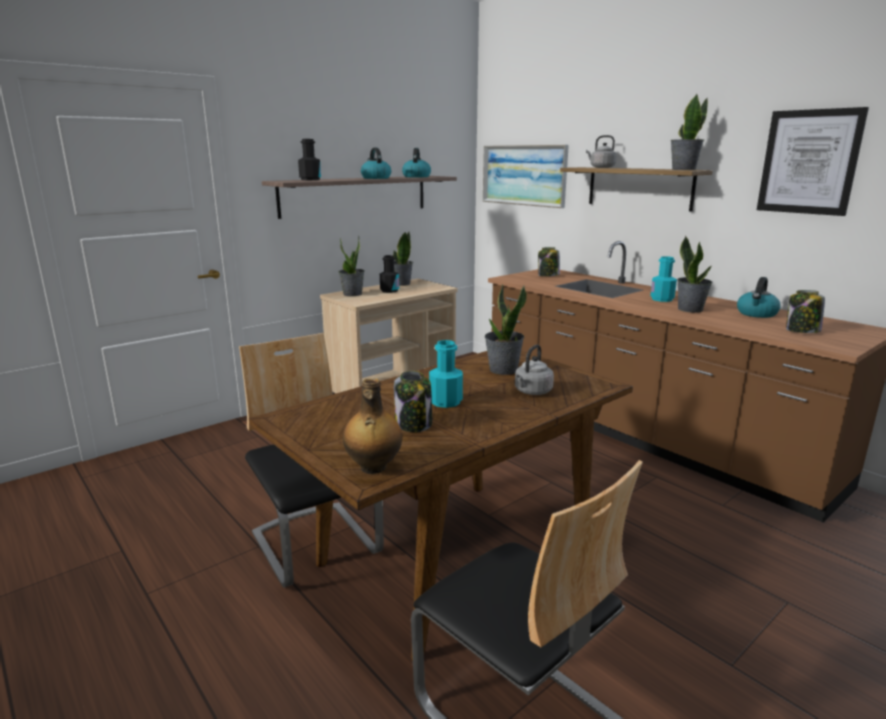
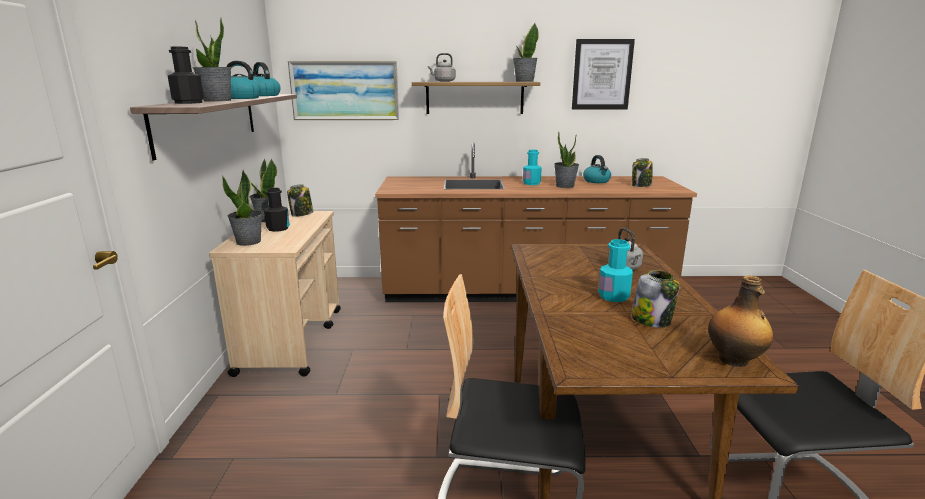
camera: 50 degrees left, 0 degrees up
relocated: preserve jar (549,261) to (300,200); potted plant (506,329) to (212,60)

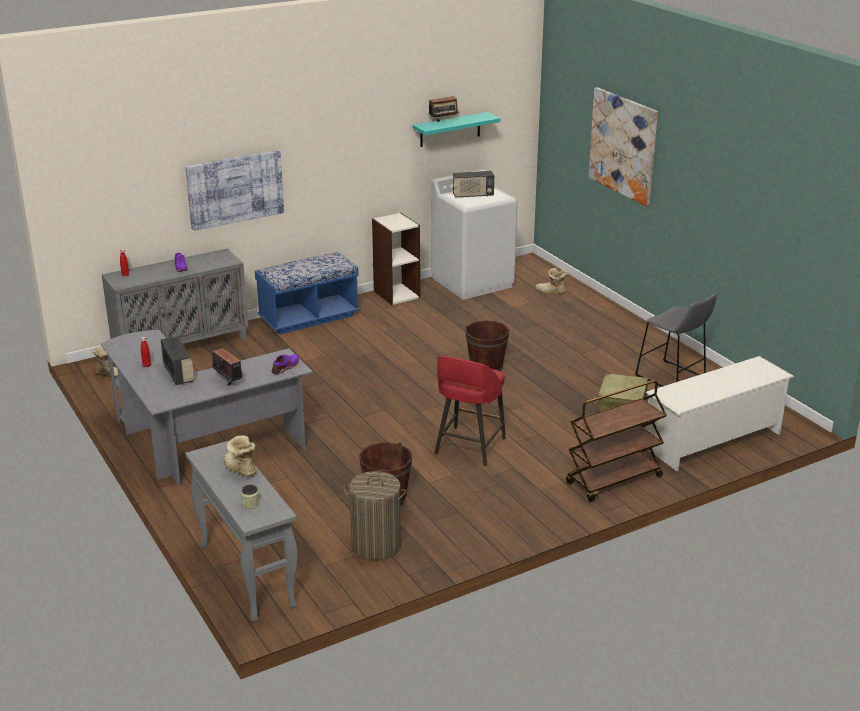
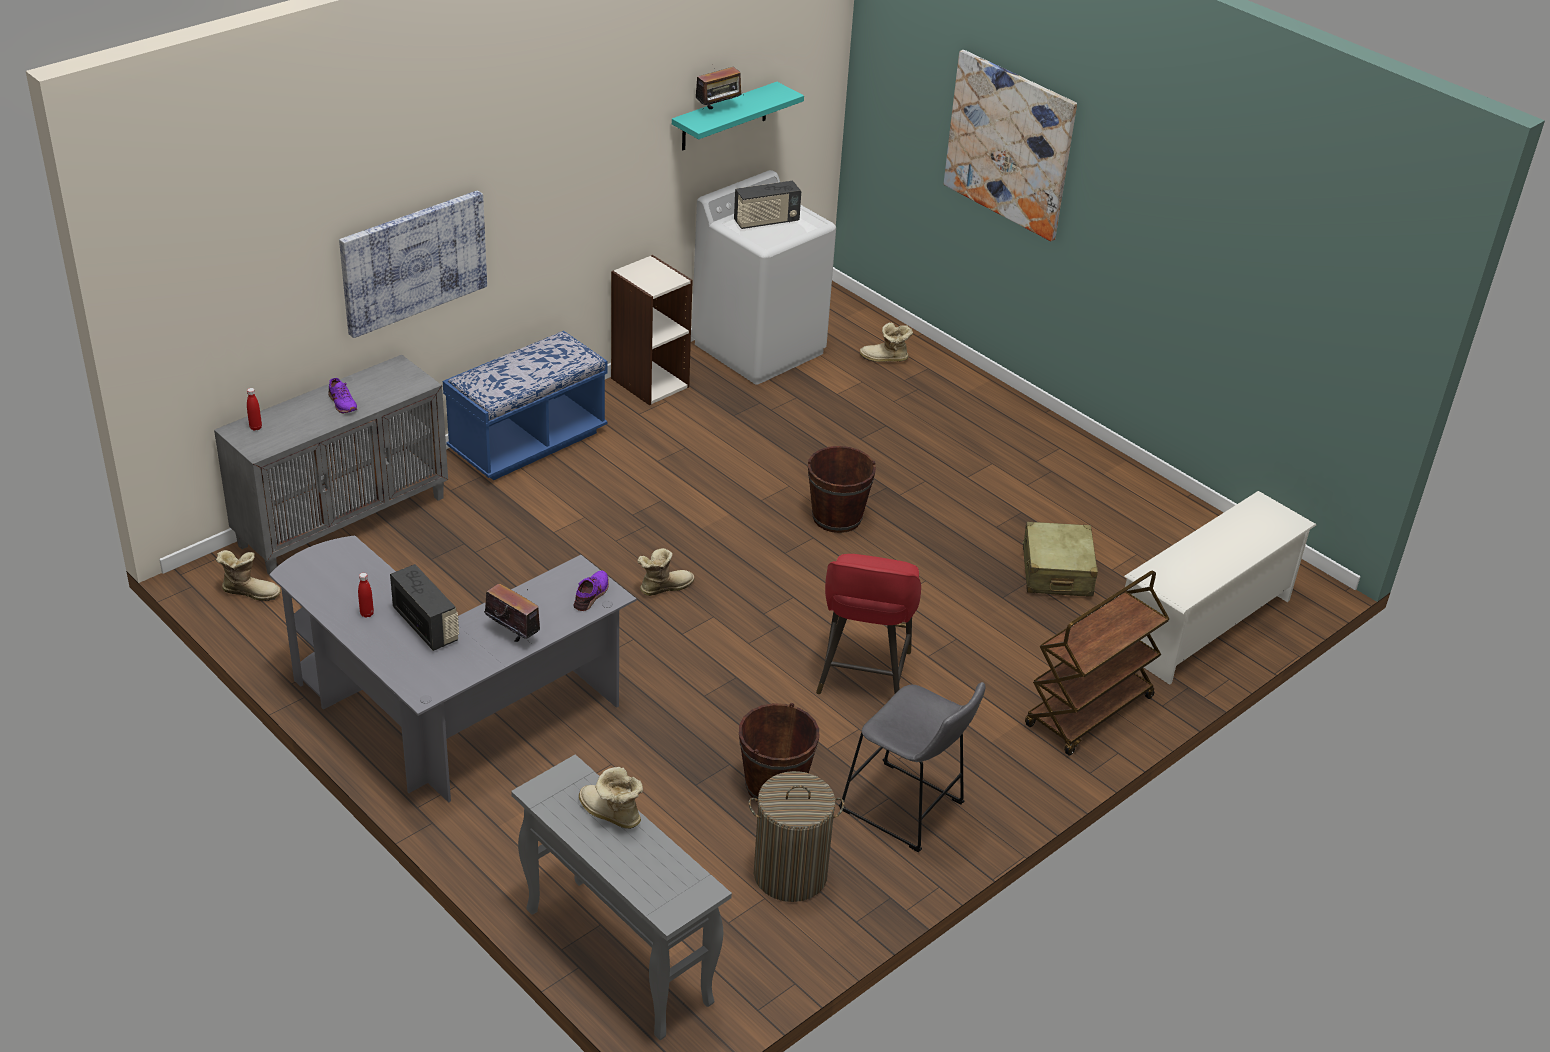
camera: 15 degrees left, 10 degrees up
missing: preserve jar (250,496)
appeared: tall boot (666,572)
relocated: gray stool seat (676,340) to (912,767)

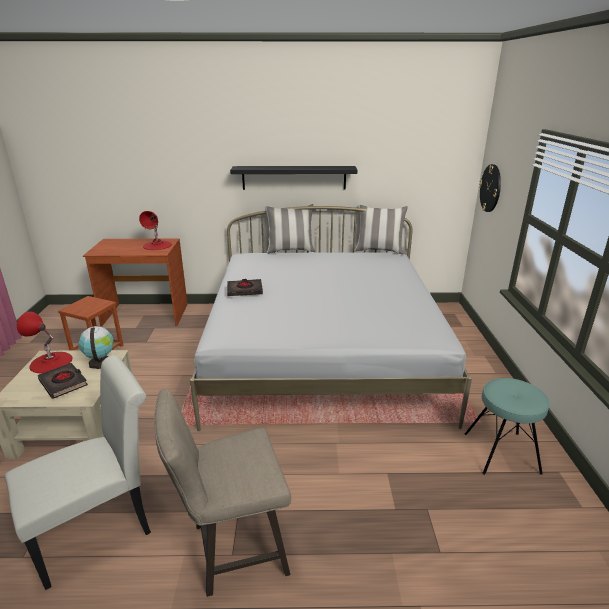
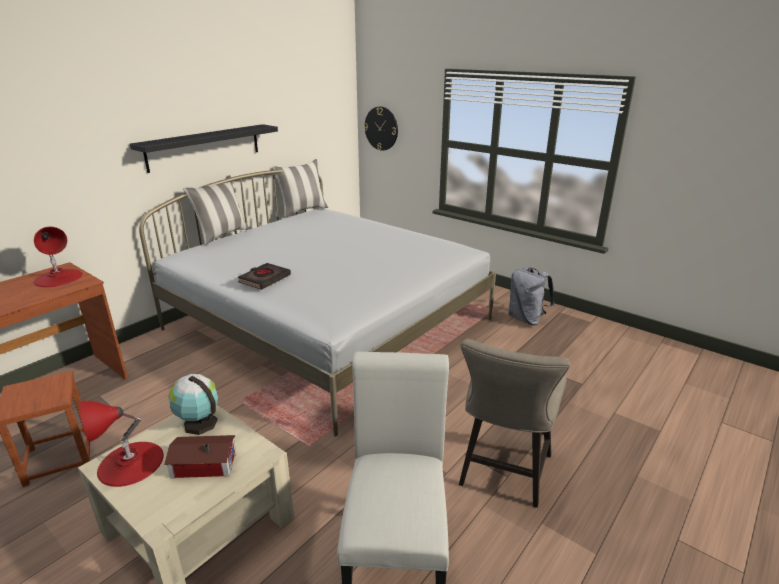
camera: 50 degrees left, 0 degrees up
exchanged: black-coloured bound book (63,381) to toy house (200,456); turquoise-coloured stool seat (507,426) to gray backpack (531,296)

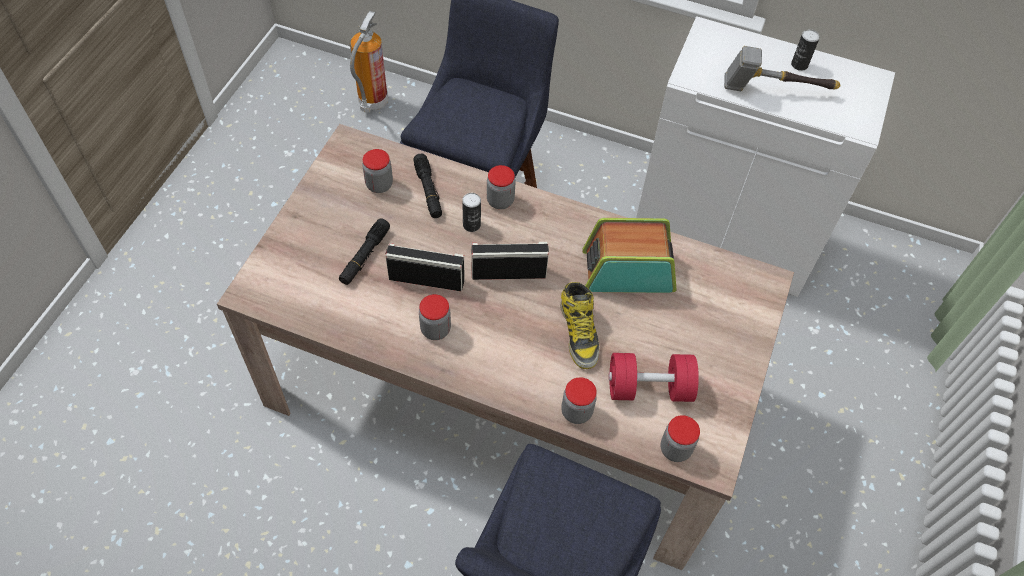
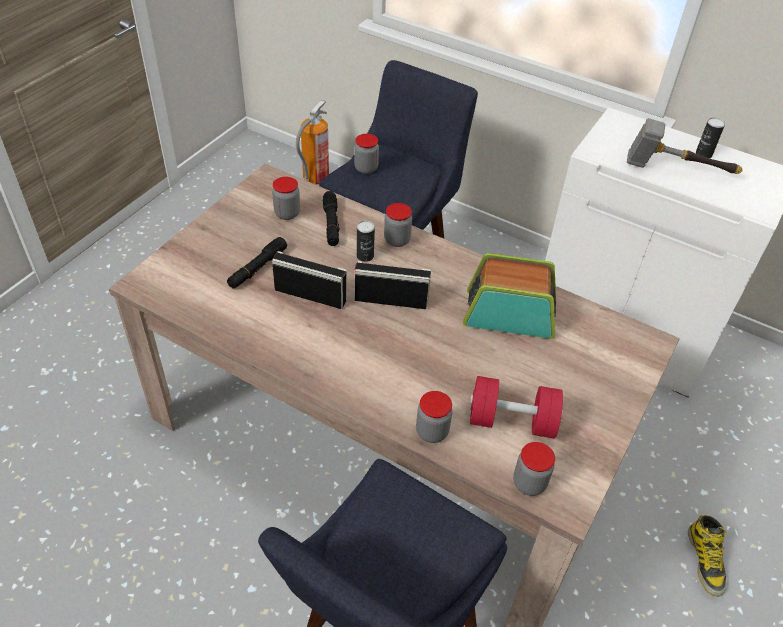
camera: 10 degrees right, 10 degrees down
relocated: tall boot (579,325) to (707,555); preserve jar (435,317) to (366,154)

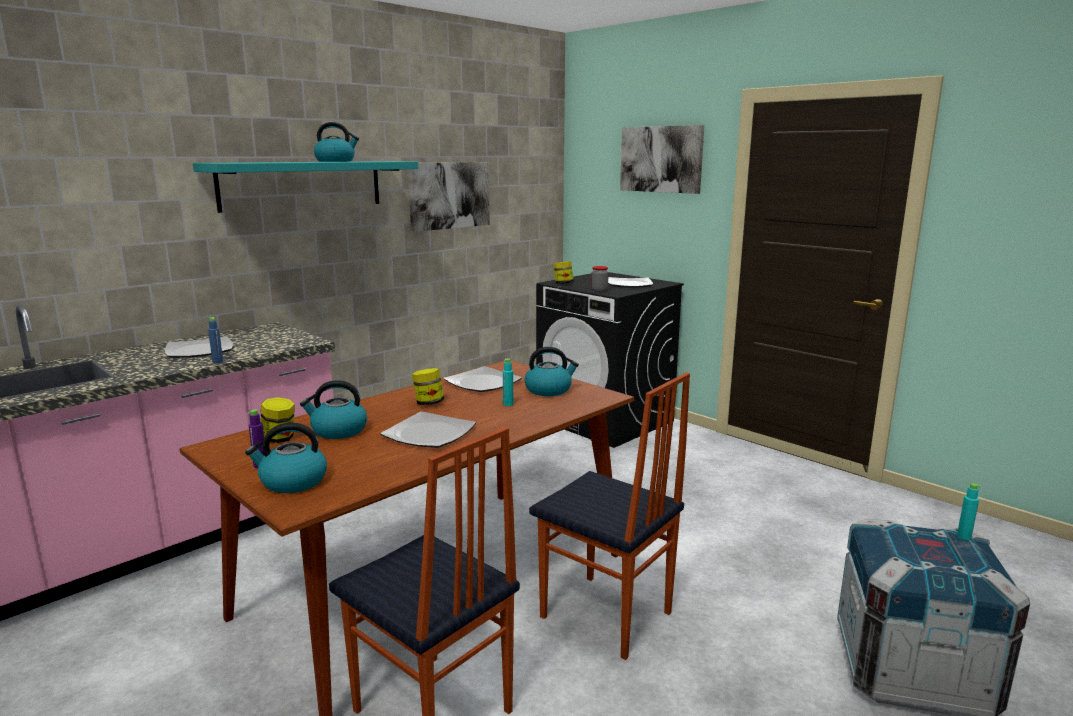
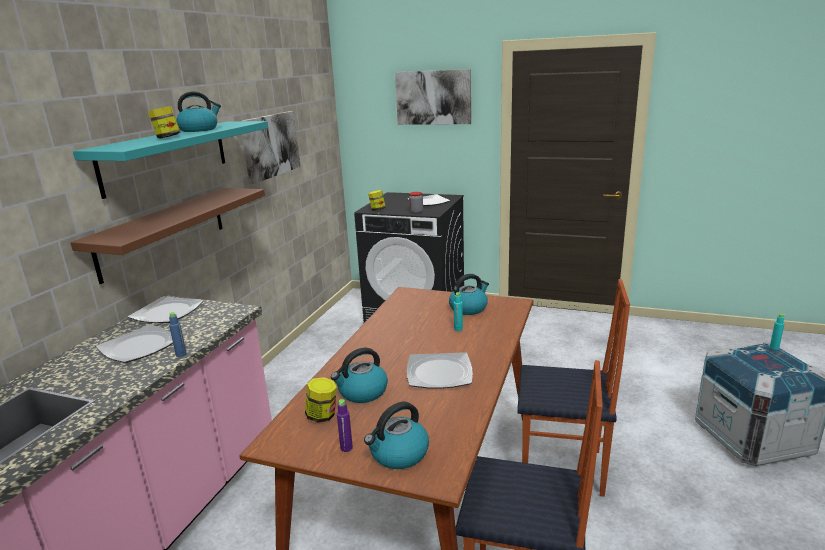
camera: 25 degrees left, 5 degrees up
appeared: brownish bracket shelf (167,236)
relocated: plate (482,379) to (165,309); preserve jar (428,386) to (164,122)

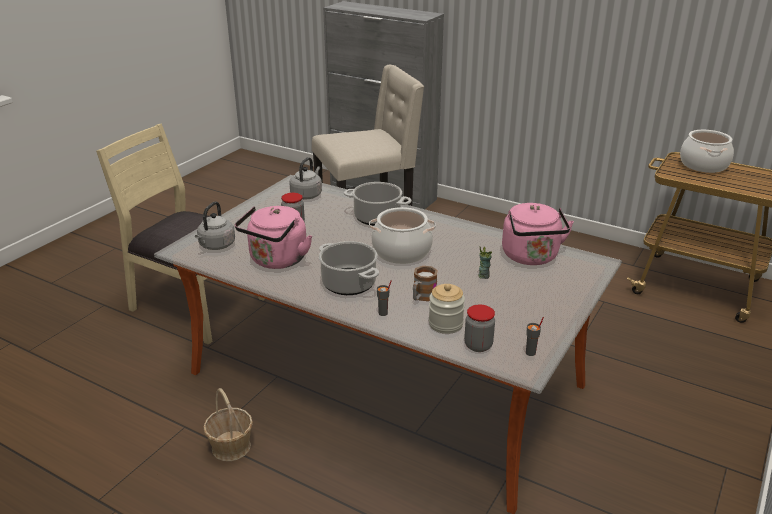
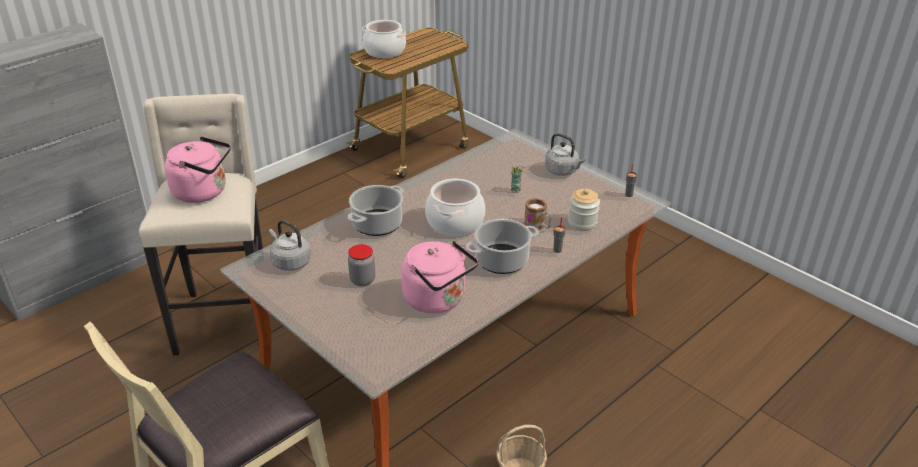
camera: 75 degrees left, 5 degrees up
missing: preserve jar (479,328)
relocated: gray water kettle (215,225) to (565,154); pinkish water kettle (538,234) to (198,169)

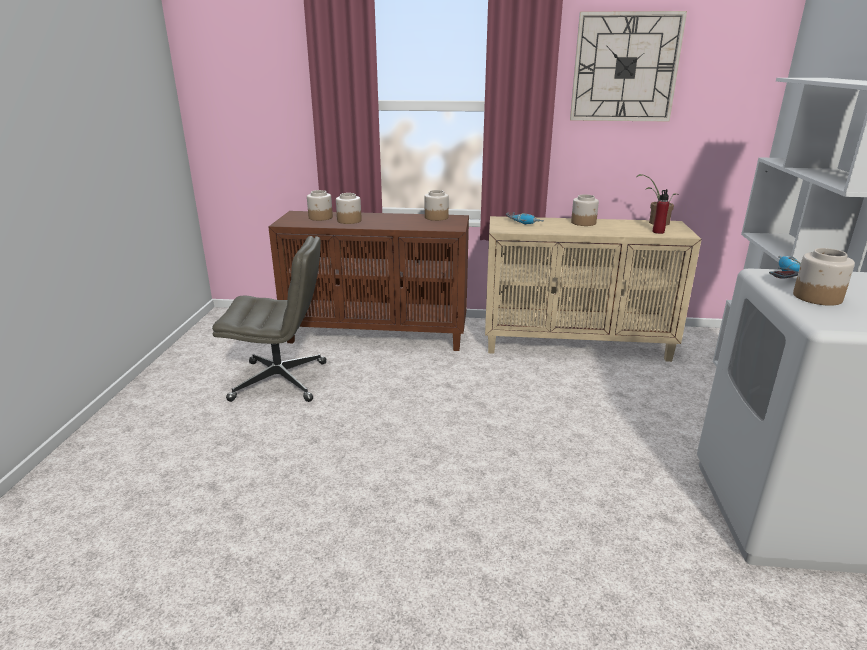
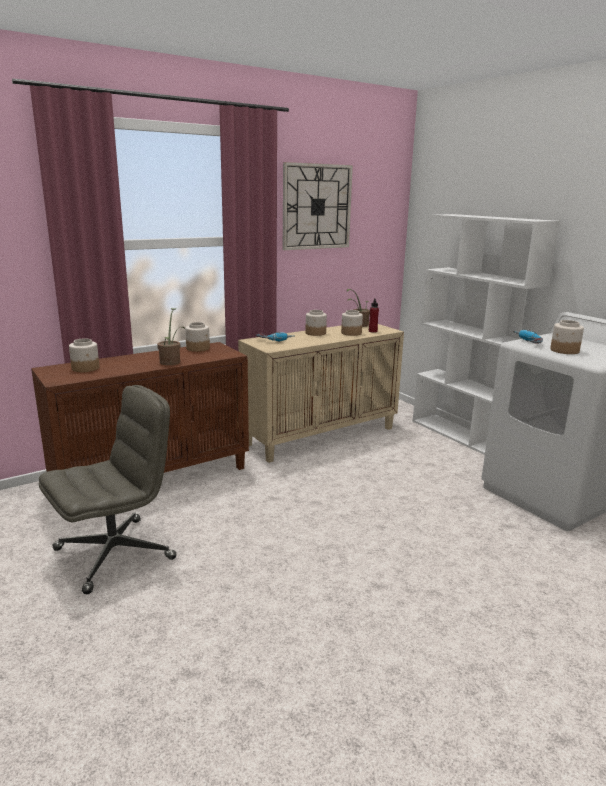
camera: 40 degrees left, 5 degrees down
appeared: potted plant (171,336)
relocated: preserve jar (349,208) to (352,323)

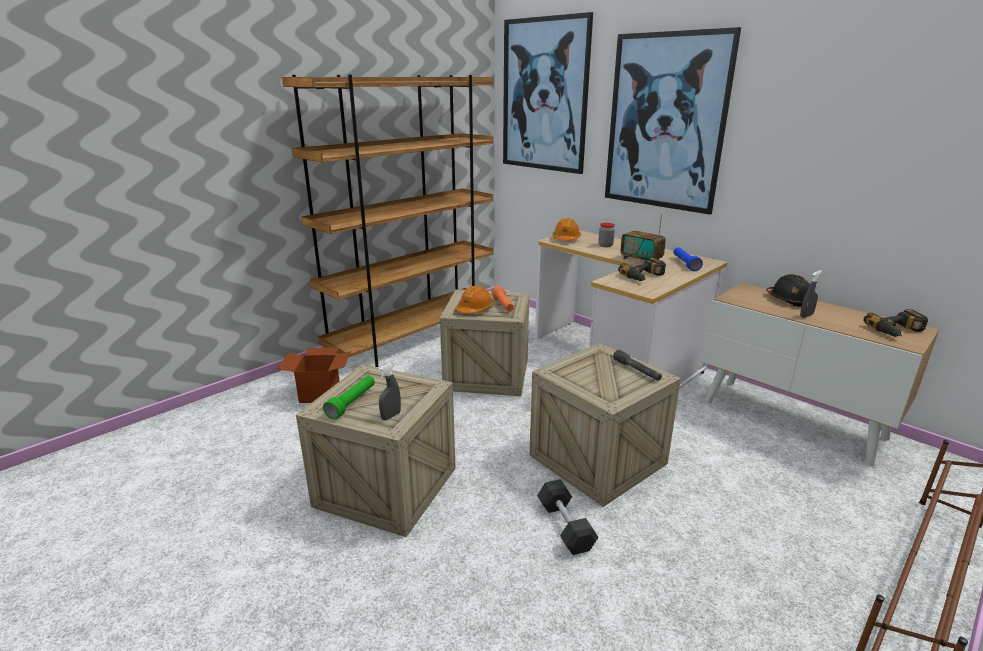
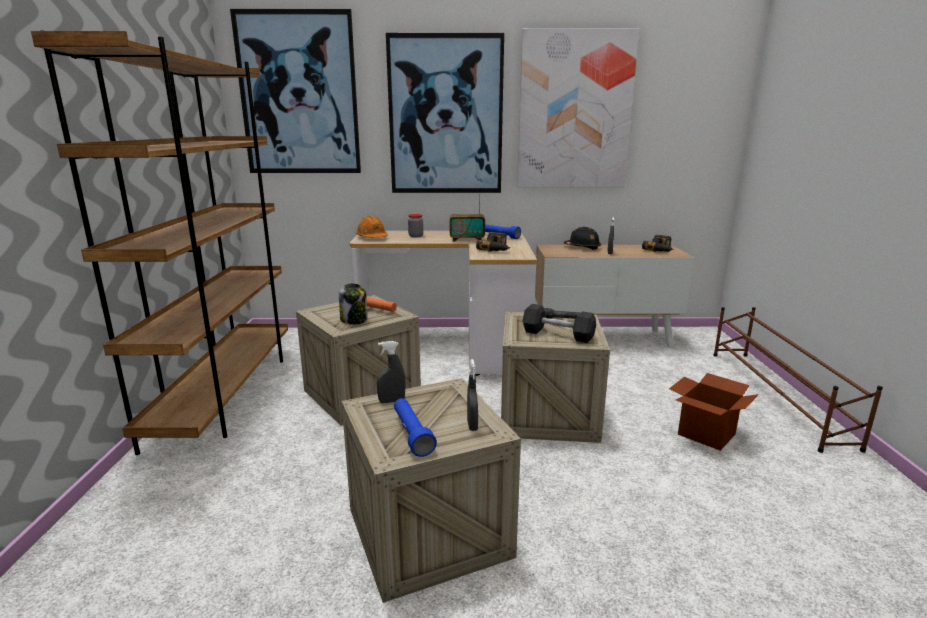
camera: 45 degrees left, 5 degrees down
appeared: picture (578,107); gray sprayer (391,372)
relocated: packing box (314,375) to (714,412); black-coloured dumbbell (568,517) to (559,323)
exchanged: orange hard hat (474,300) to preserve jar (353,304)
colour: greenish hand torch (349,398) to blue-coloured hand torch (415,427)

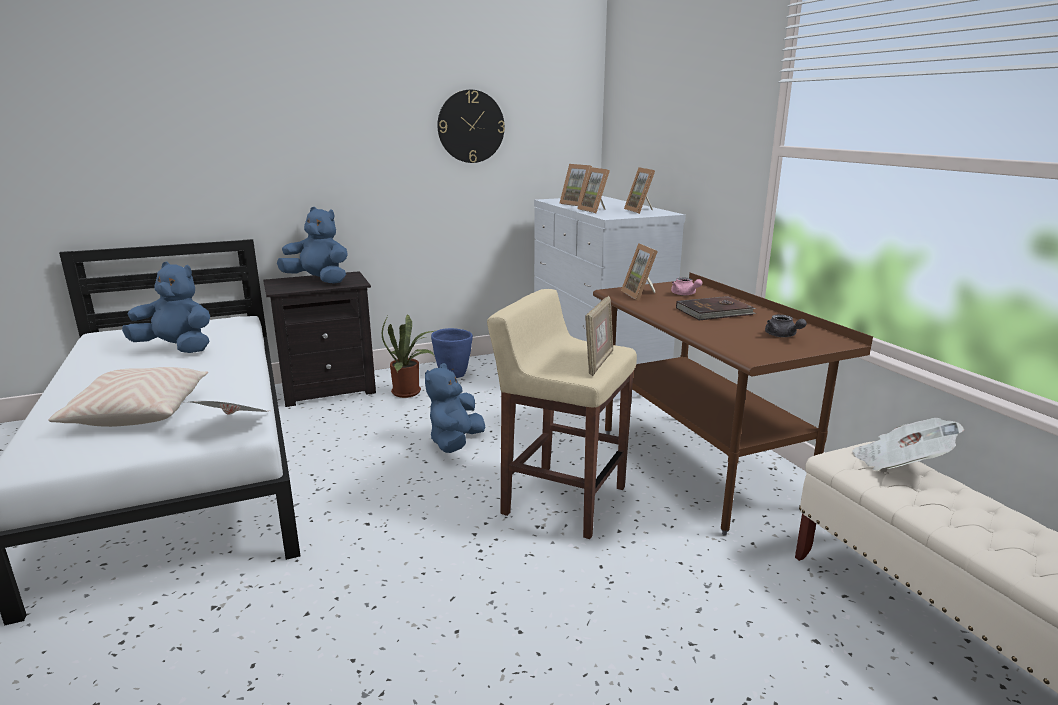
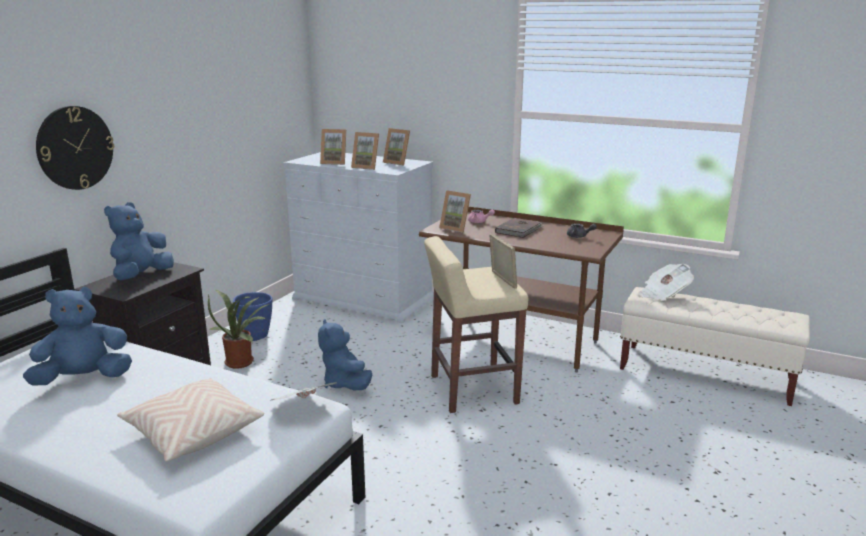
camera: 40 degrees left, 0 degrees up
relocated: wall clock (471,126) to (75,148)
spun: blue-coloured soft toy (312,245) = (139,241) 45 degrees counterclockwise

